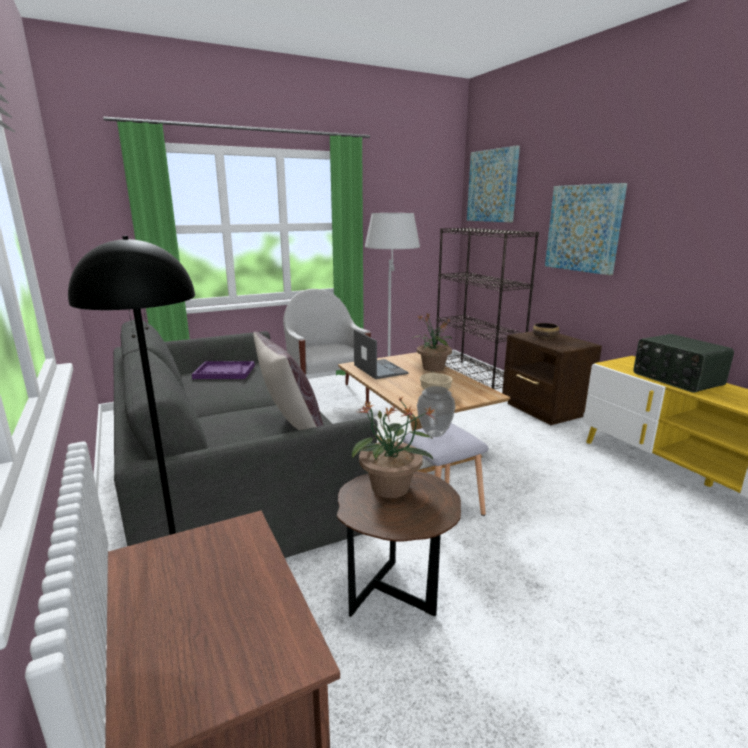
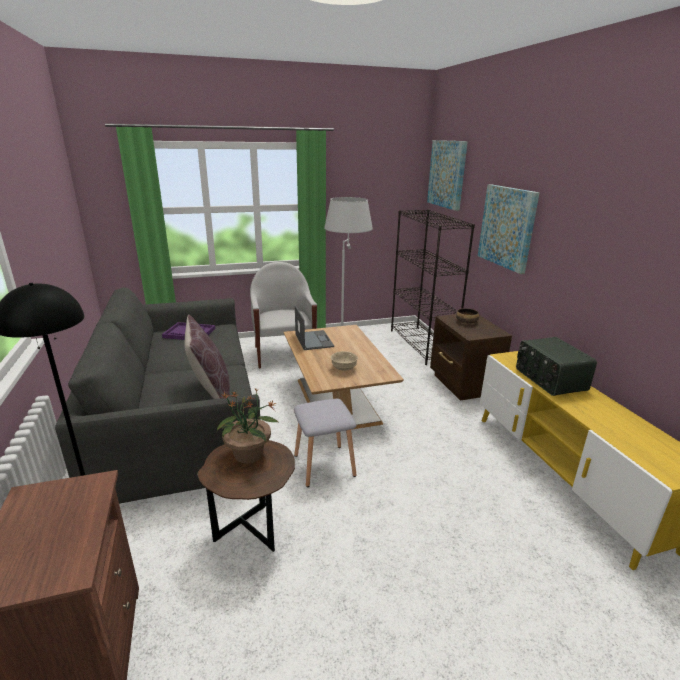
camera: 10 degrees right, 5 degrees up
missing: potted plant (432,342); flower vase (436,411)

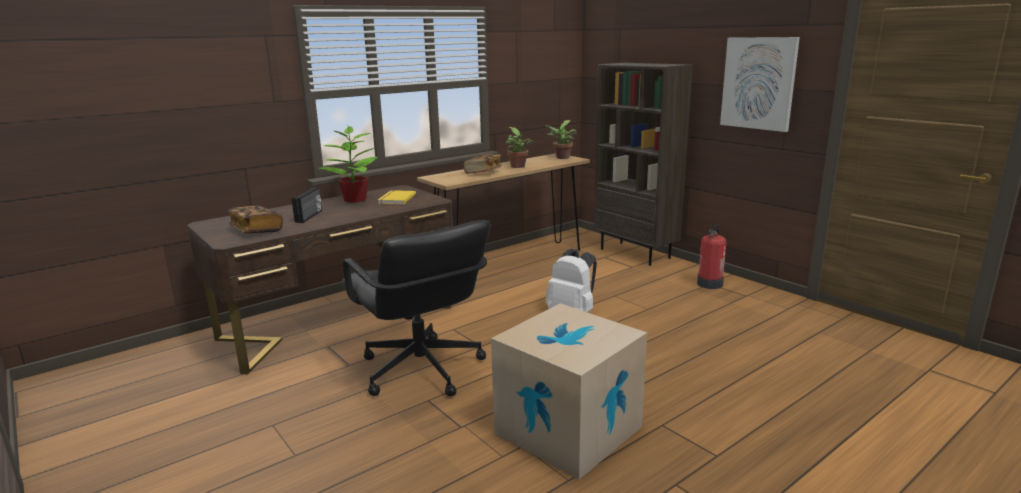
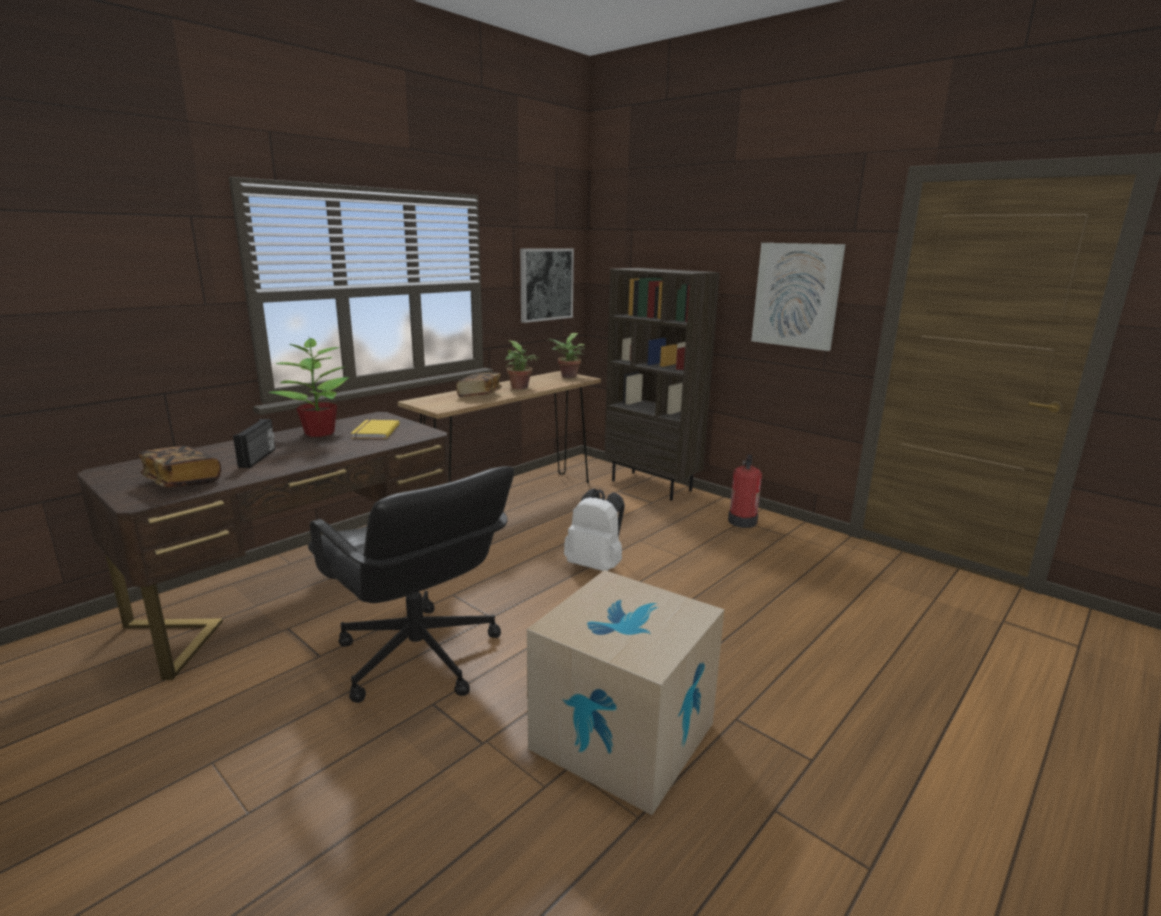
camera: 10 degrees left, 0 degrees up
appeared: picture (547,285)

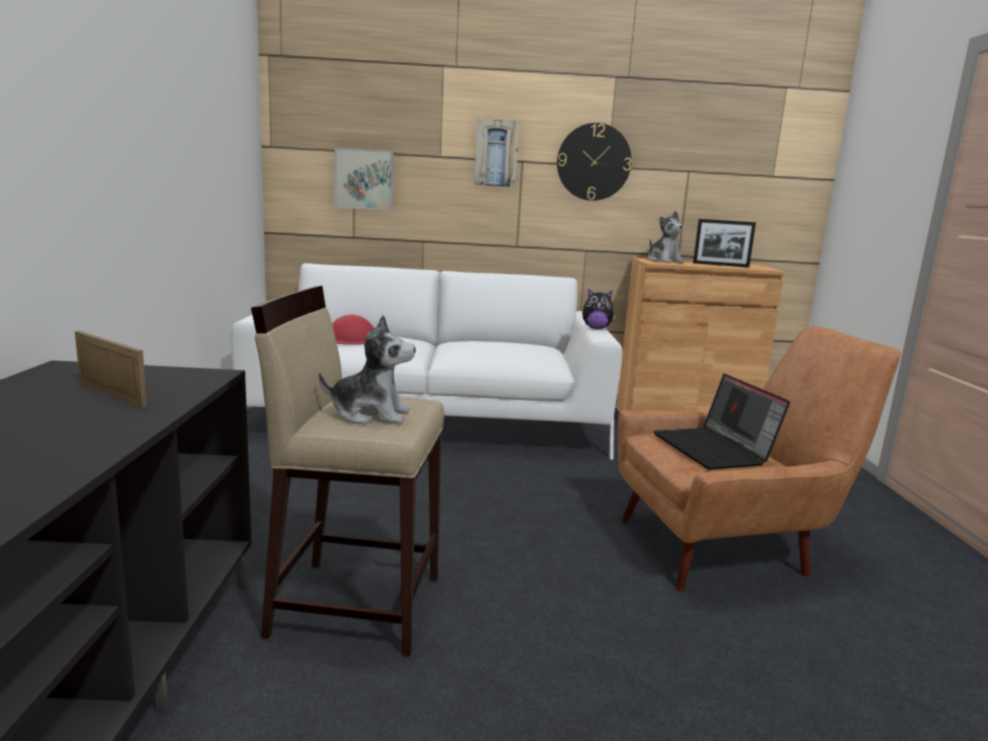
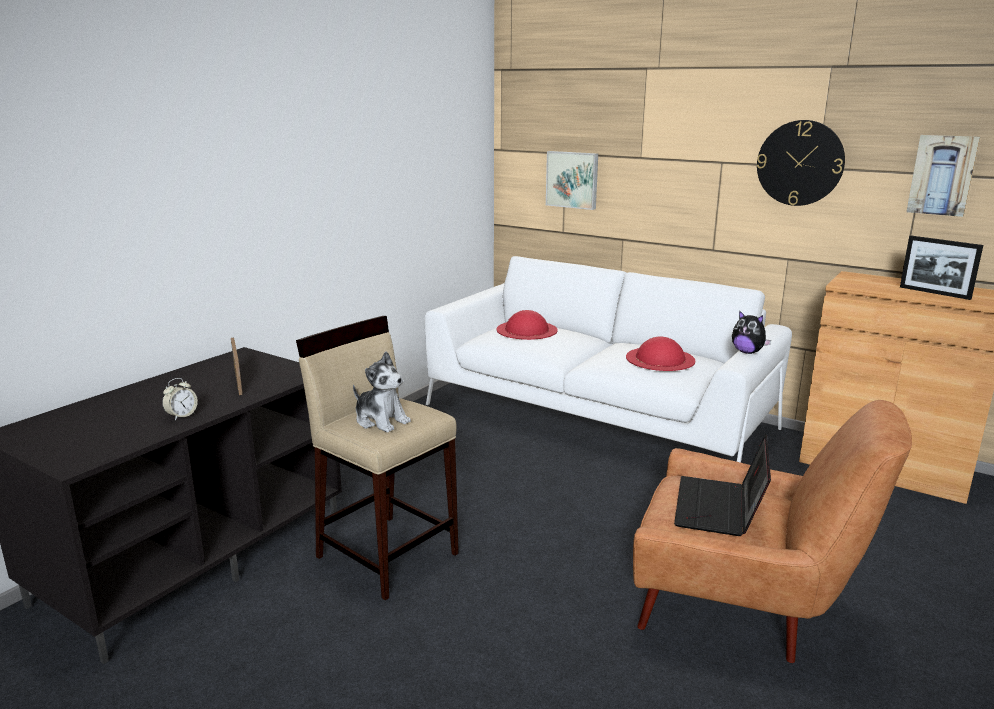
camera: 35 degrees right, 5 degrees up
missing: soft toy (666,237)
appeared: red-coloured clothing hat (660,354); table clock (180,399)
relocated: picture (497,153) to (943,176)

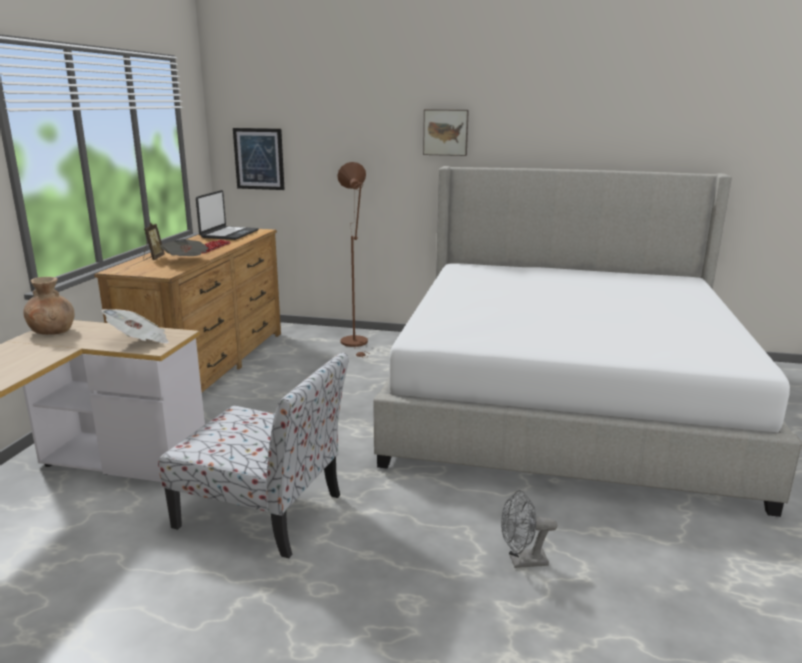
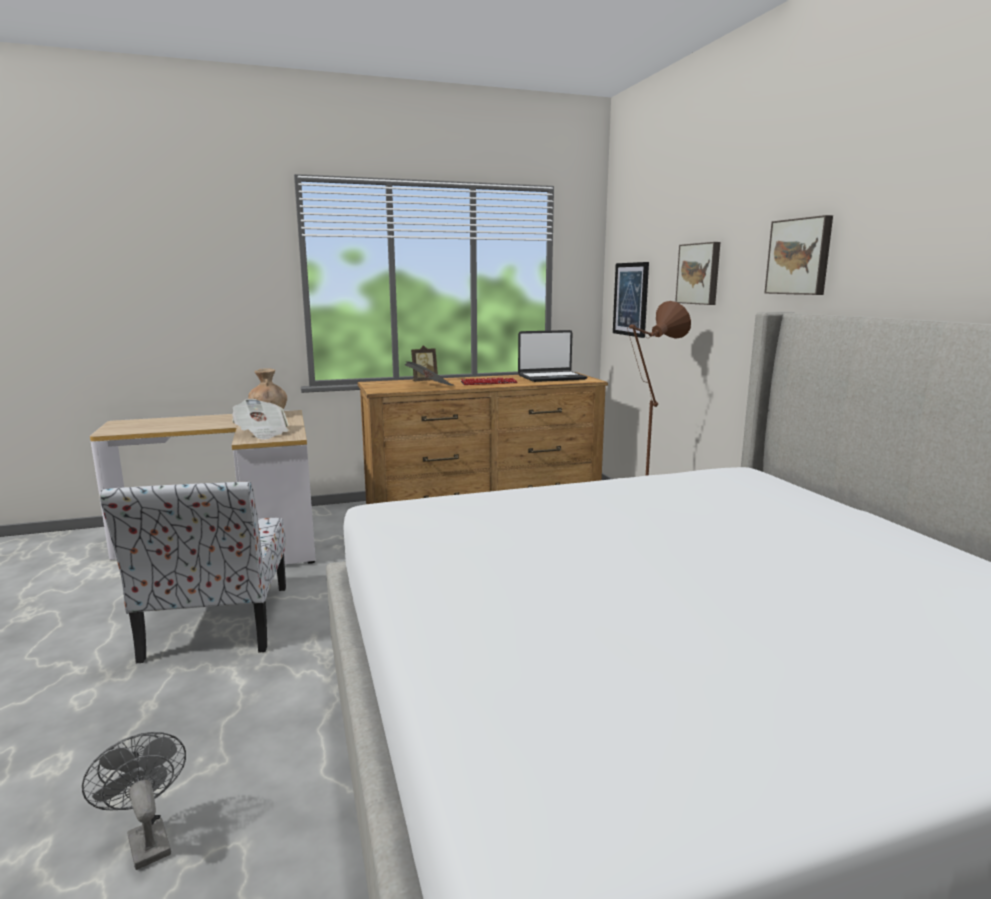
camera: 60 degrees right, 5 degrees down
appeared: picture (697,273)

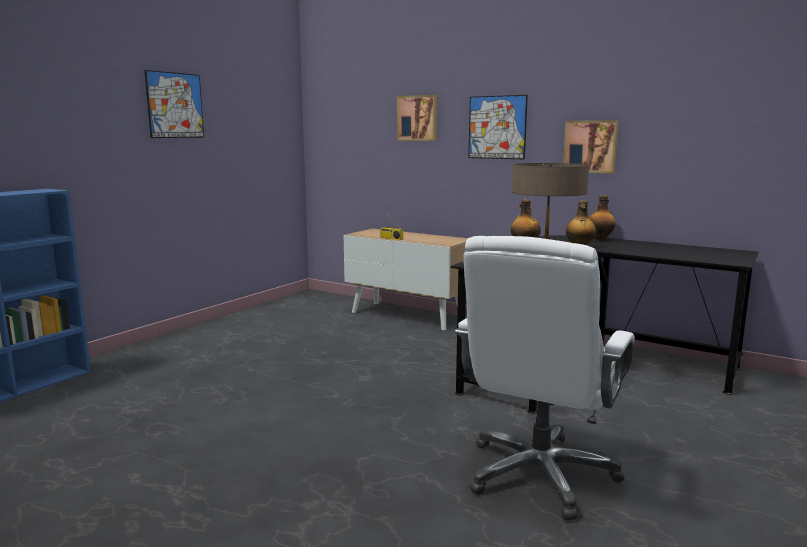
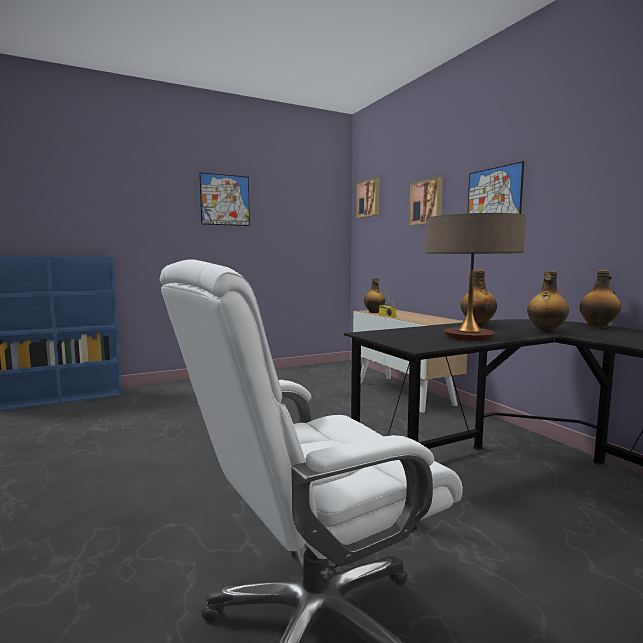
camera: 30 degrees right, 5 degrees down
appeared: drink bottle (374,295)
relocated: picture (591,147) to (368,198)

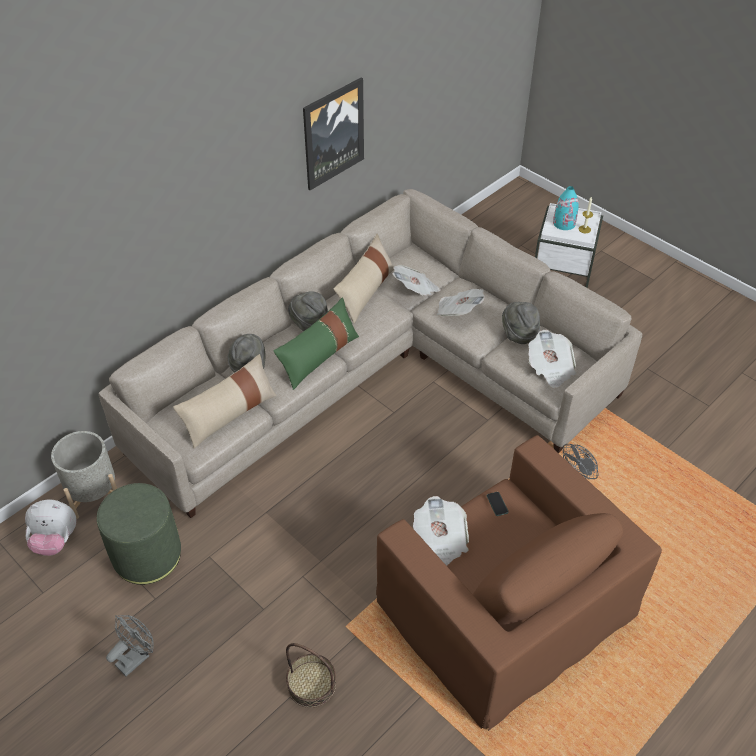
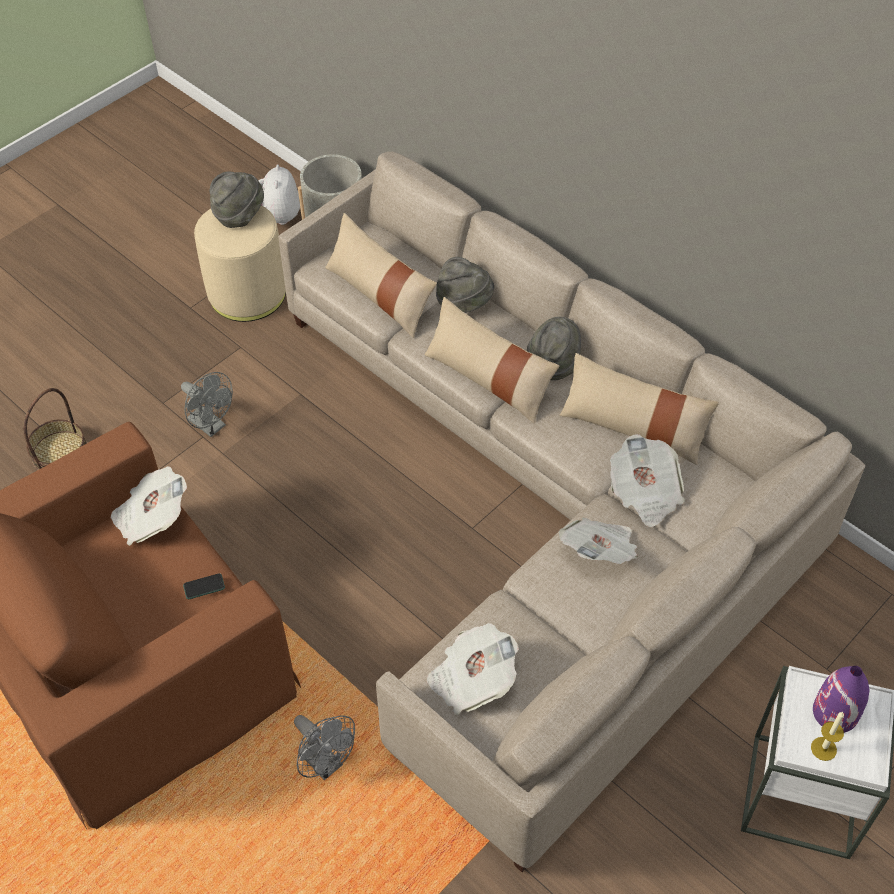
camera: 90 degrees right, 5 degrees up
missing: picture (333,134)
relocated: gray clothing hat (521,323) to (237,200); gray fan (129,645) to (207,404)
colour: turquoise-coloured flower vase (565,208) to purple-coloured flower vase (841,699); greenish pillow (316,344) to beige-coloured pillow (492,360); greenish footrest (139,534) to beige-coloured footrest (240,263)

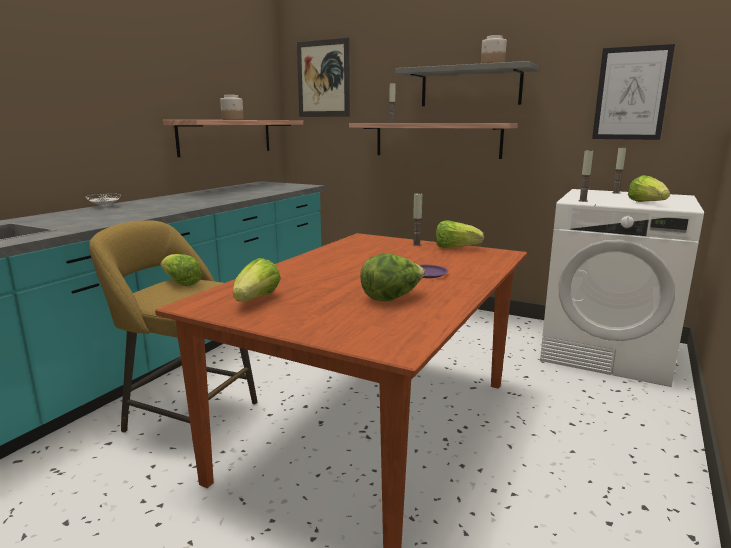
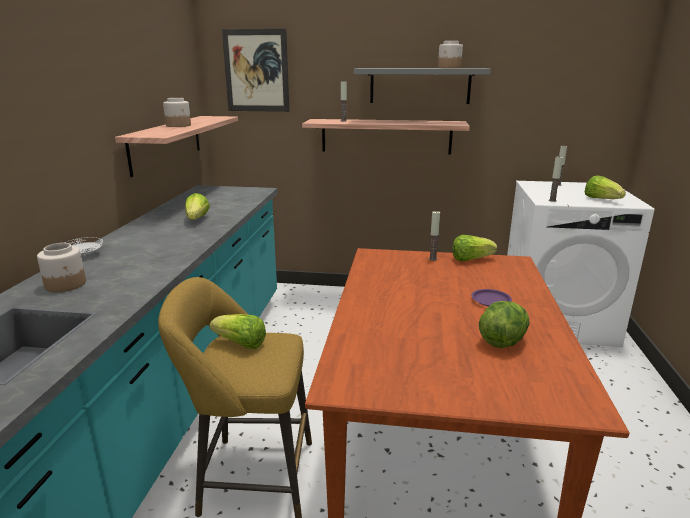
camera: 20 degrees left, 5 degrees up
missing: picture (633,92)
appeared: preserve jar (61,267)
relocated: lettuce (257,279) to (197,206)

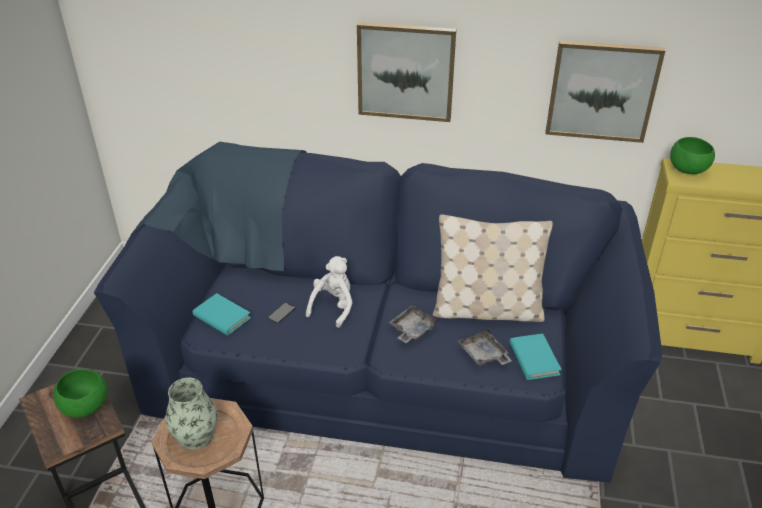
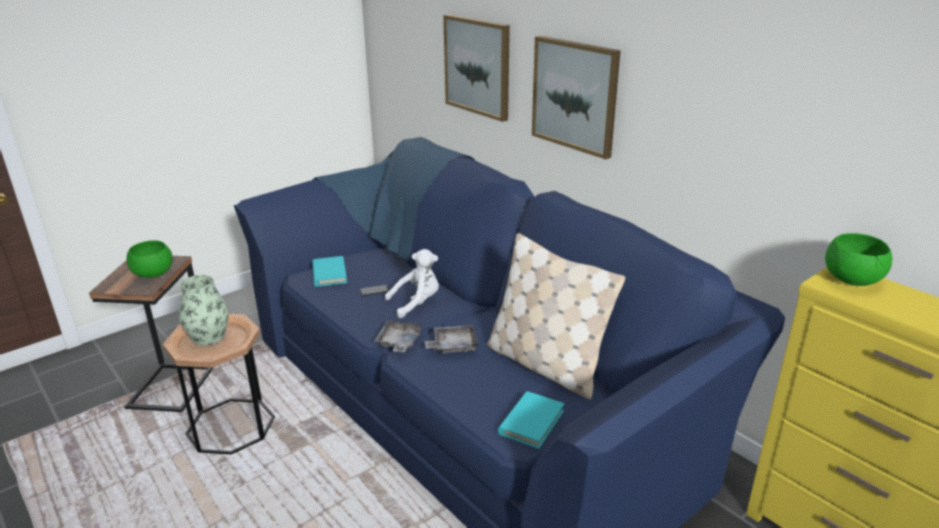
camera: 40 degrees right, 10 degrees down
relocated: picture (605,92) to (476,68); gray carrying tray (485,347) to (398,336)

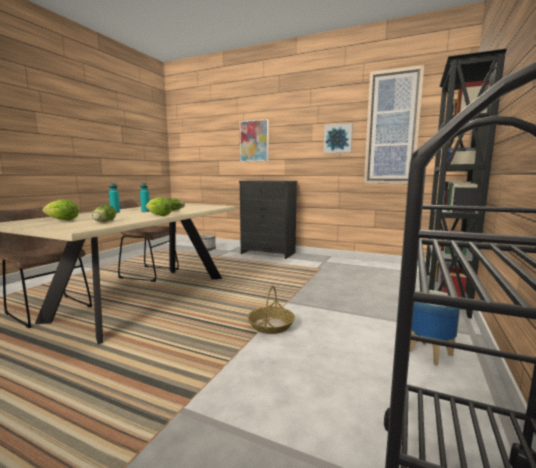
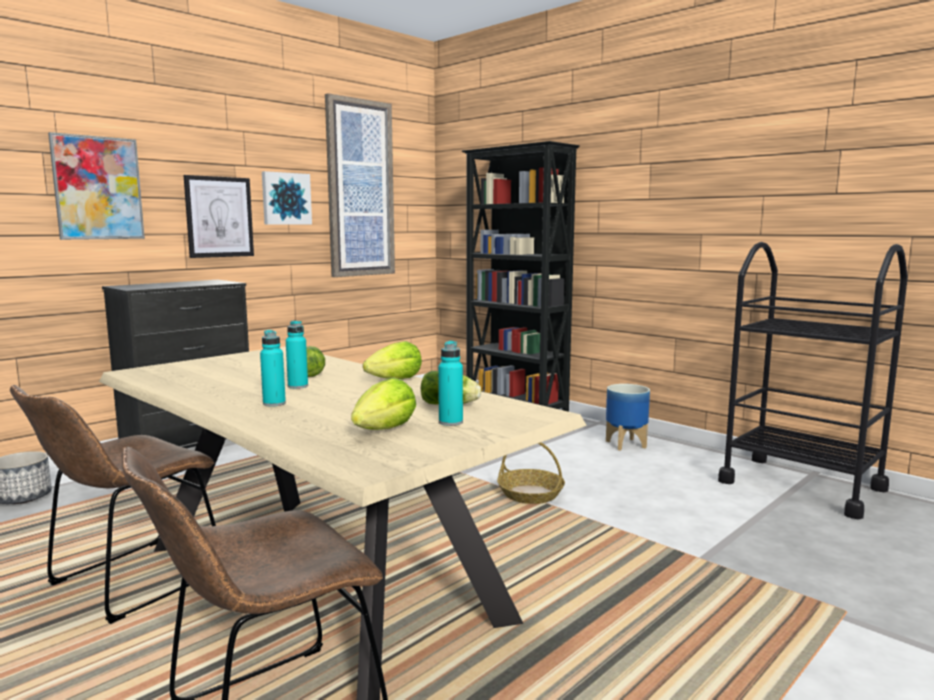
camera: 70 degrees left, 0 degrees up
appeared: picture (219,216); turquoise-coloured drink bottle (450,383)

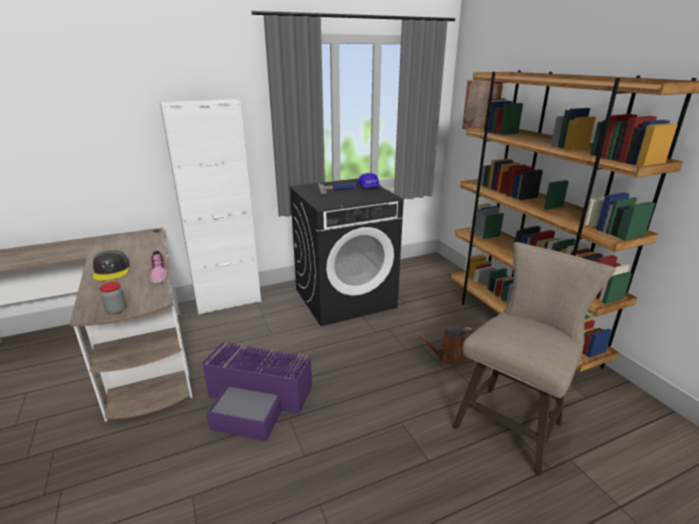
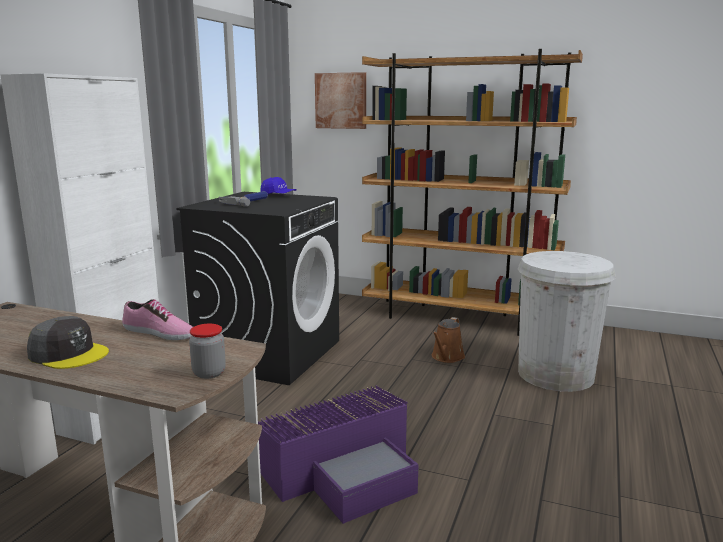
camera: 45 degrees left, 10 degrees down
exchanged: beige-coloured stool seat (534,359) to whitish rubbish bin (567,321)

